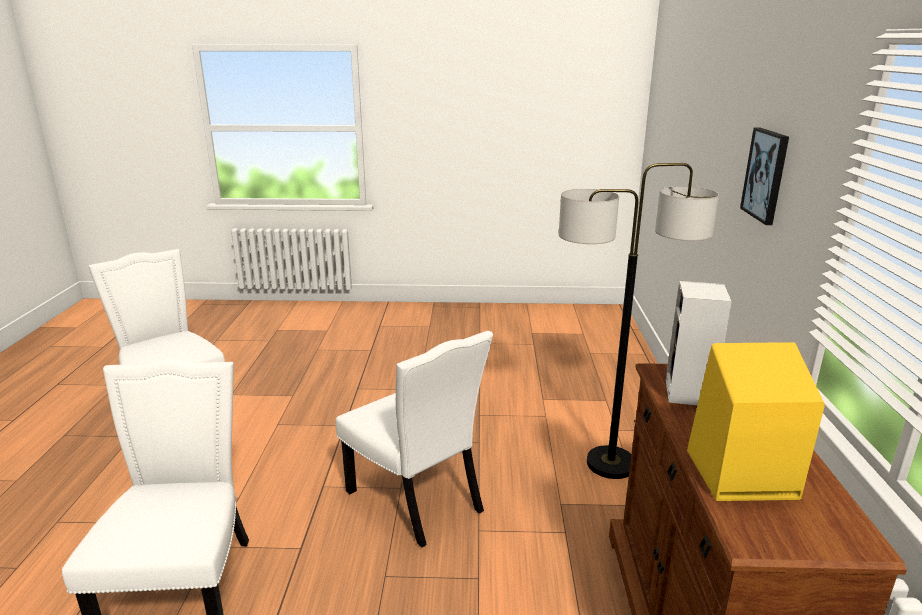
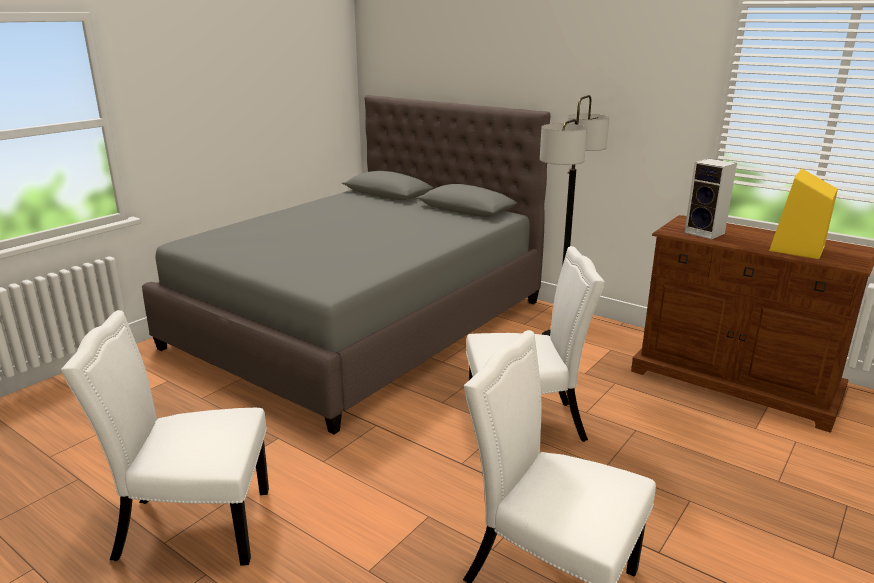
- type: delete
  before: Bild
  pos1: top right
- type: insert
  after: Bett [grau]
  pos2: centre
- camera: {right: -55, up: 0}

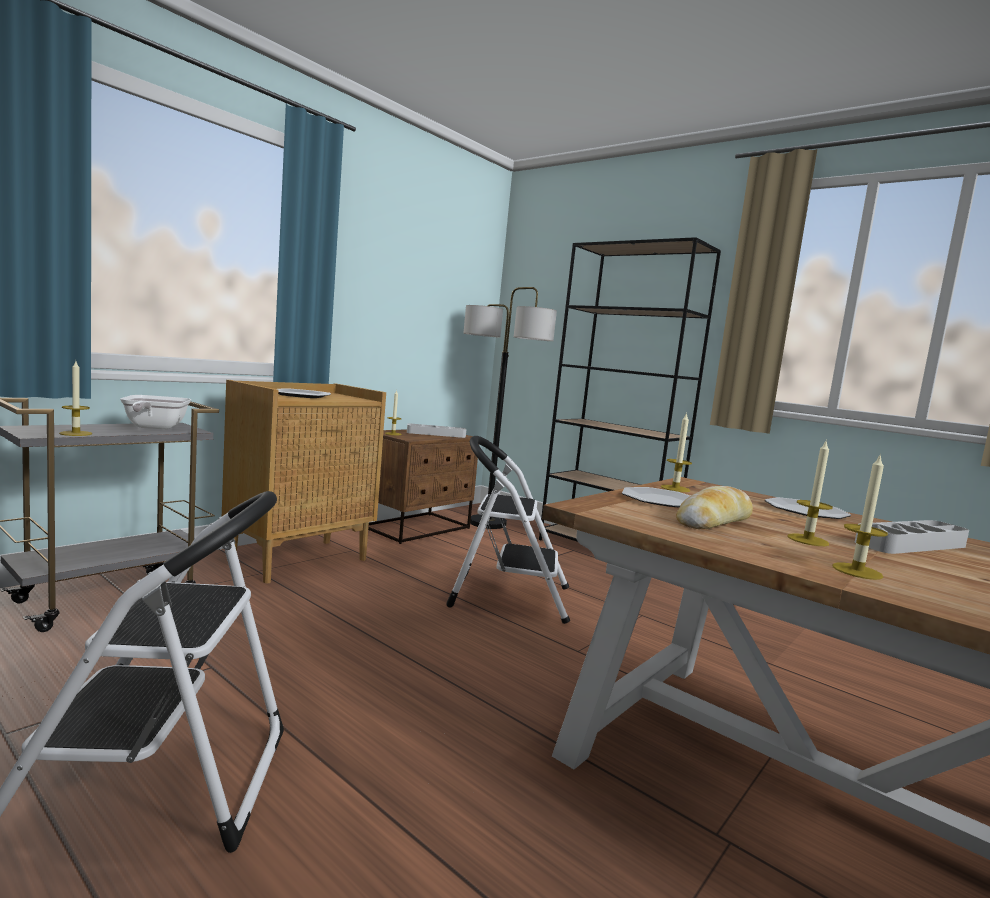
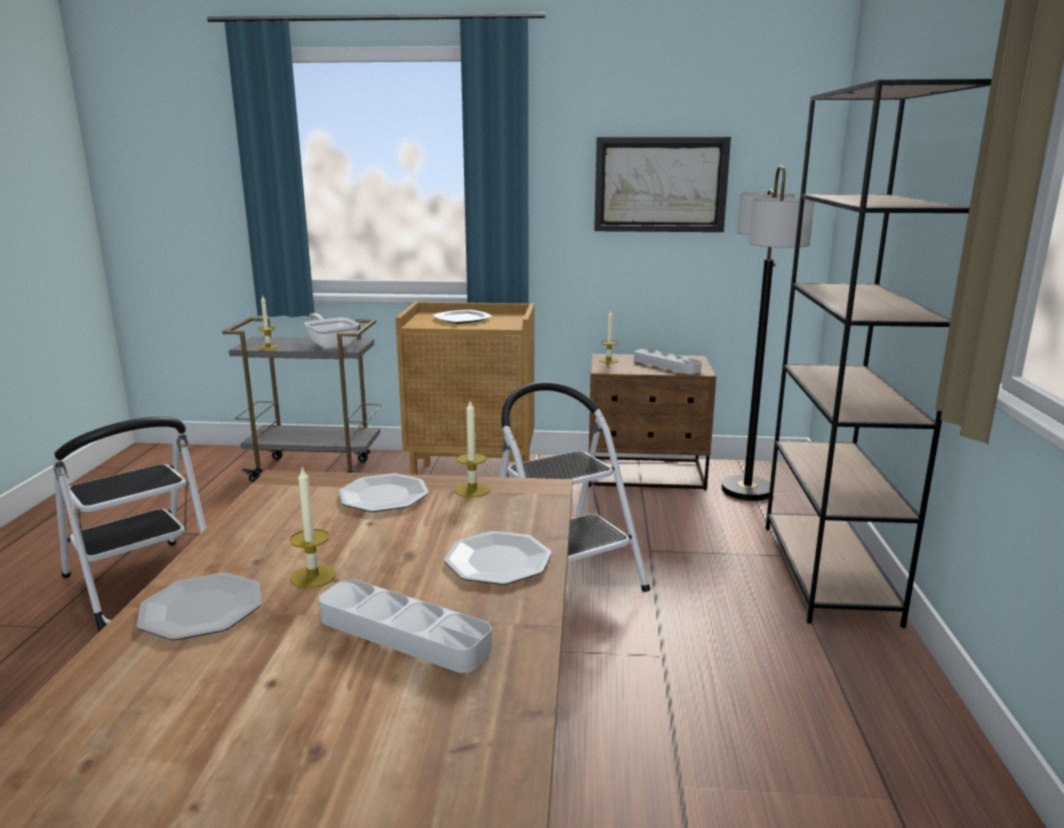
- type: delete
  before: Brot
  pos1: middle right
- type: insert
  after: Bild
  pos2: top centre
- type: replace
  before: Kerze (5th from left)
  after: Teller (1st from left)
  pos1: middle right
  pos2: bottom left
- type: rotate
  before: Pfanne
  pos1: middle left
  pos2: middle left
  turn: 105
- camera: {right: 55, up: 10}

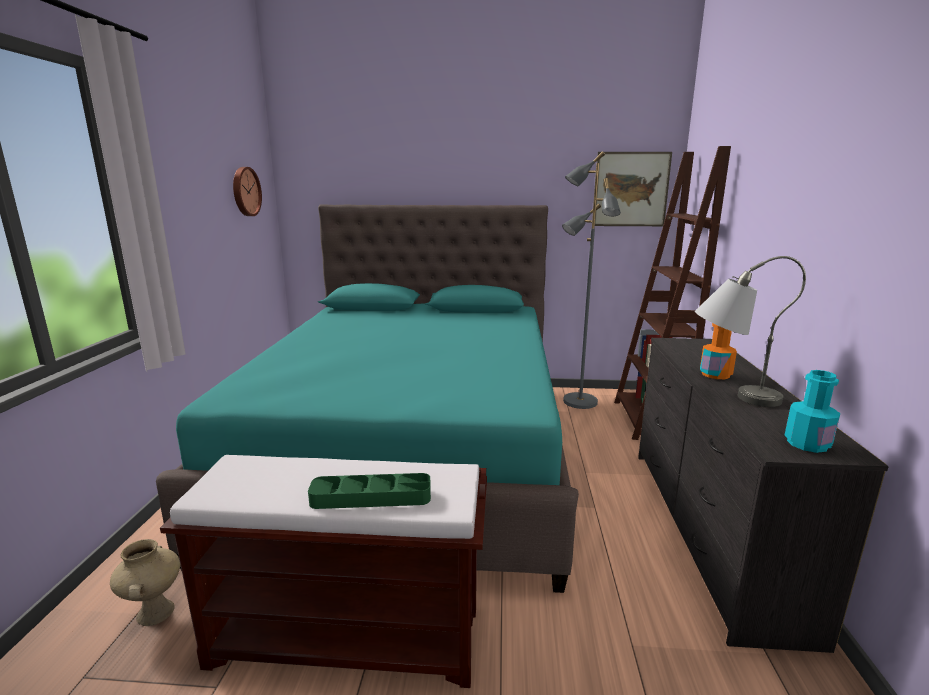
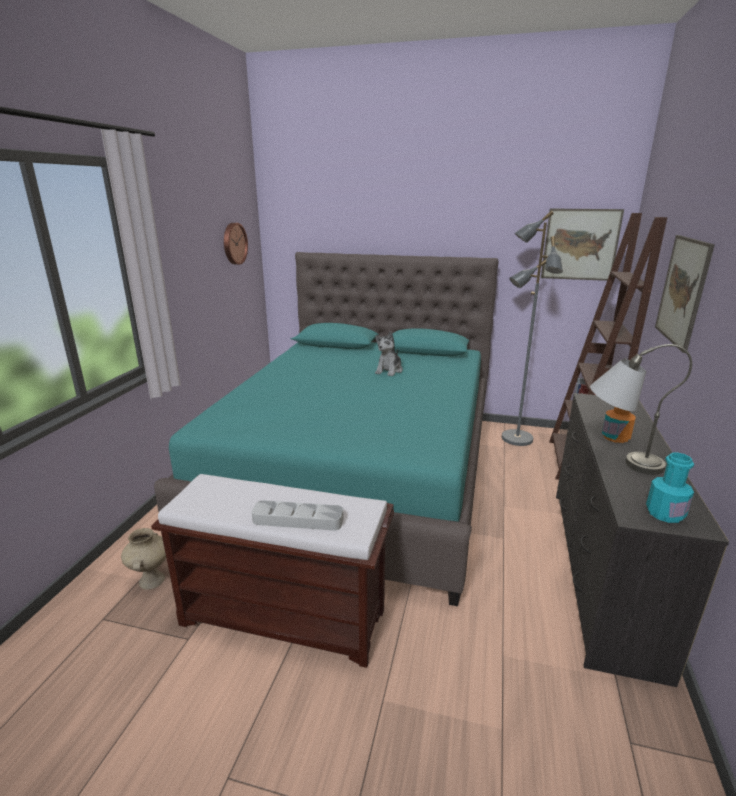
- type: insert
  after: Plüschtier
  pos2: centre
- type: insert
  after: Bild (2nd from left)
  pos2: middle right
- type: recolor
  before: Tablett [grün]
  after: Tablett [grau]
  pos1: bottom centre
  pos2: centre
- camera: {right: 10, up: 5}

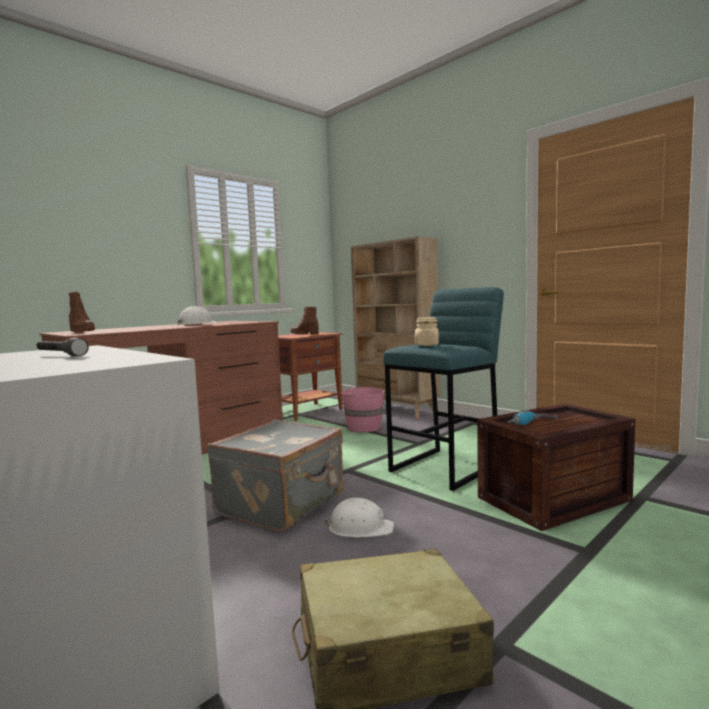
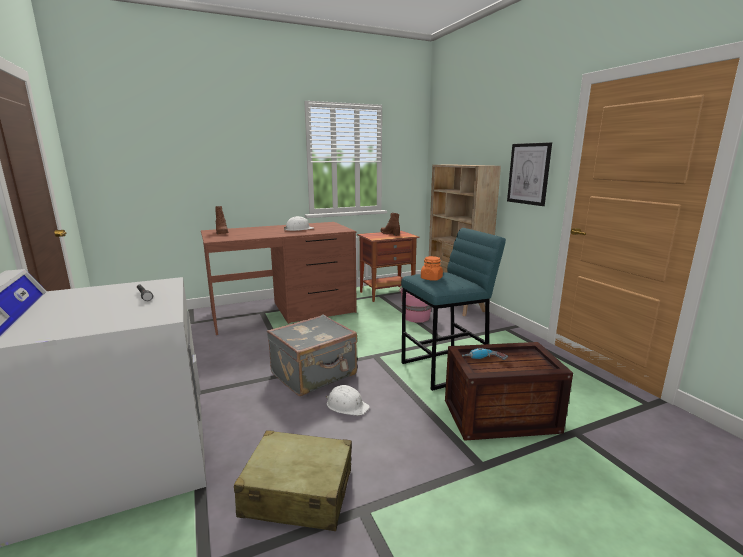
- type: insert
  after: Bild
  pos2: top right
- type: recolor
  before: Vorratsglas [beige]
  after: Vorratsglas [orange]
  pos1: centre
  pos2: centre
- camera: {right: 20, up: 10}

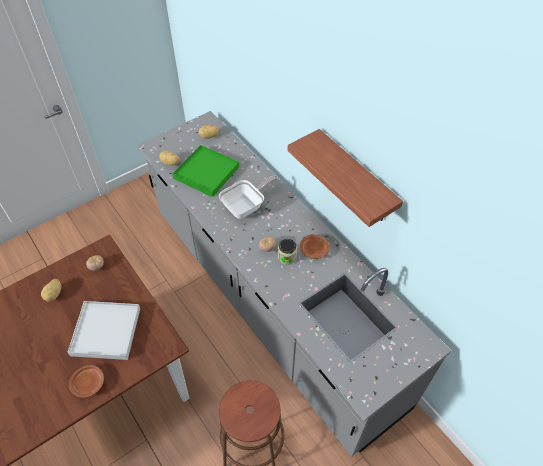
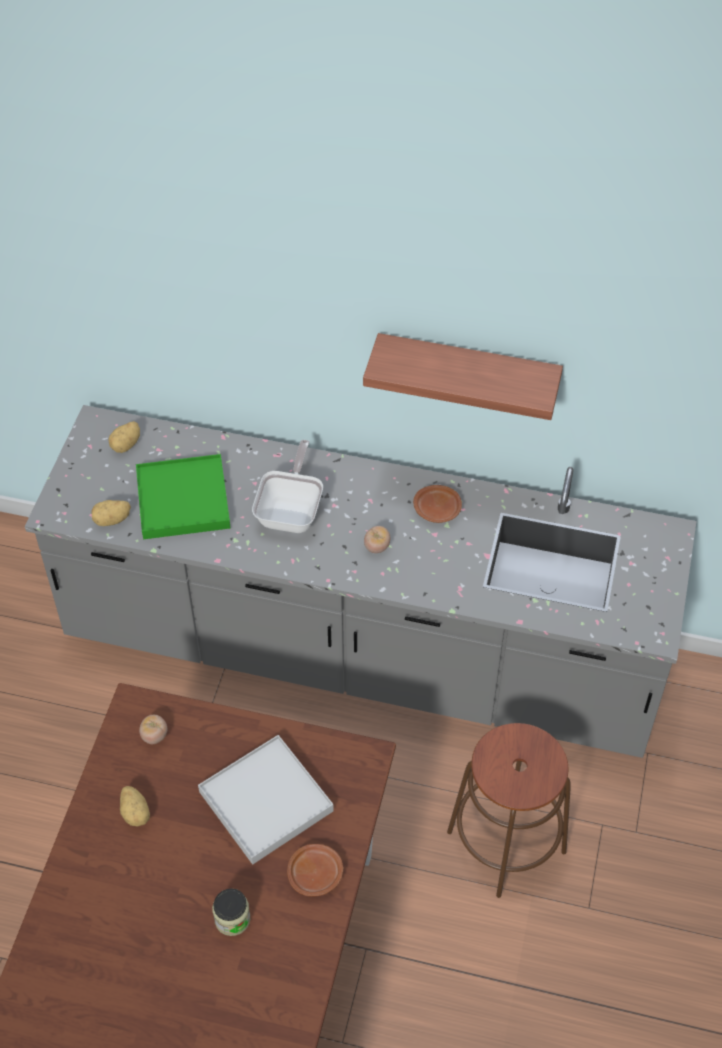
- type: move
  before: Vorratsglas
  pos1: centre
  pos2: bottom left
- camera: {right: -40, up: 0}

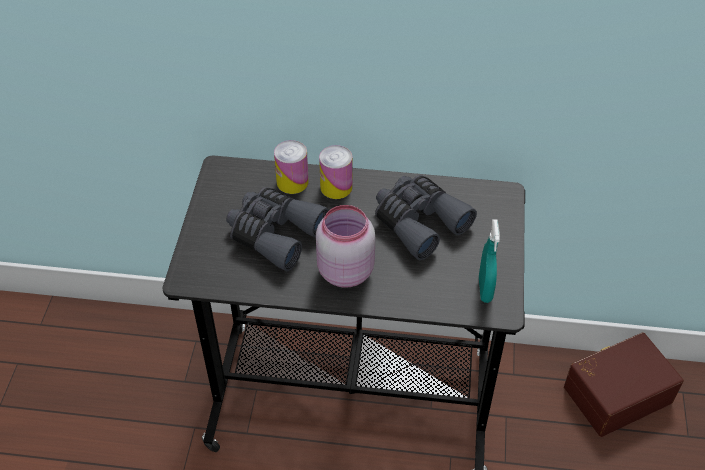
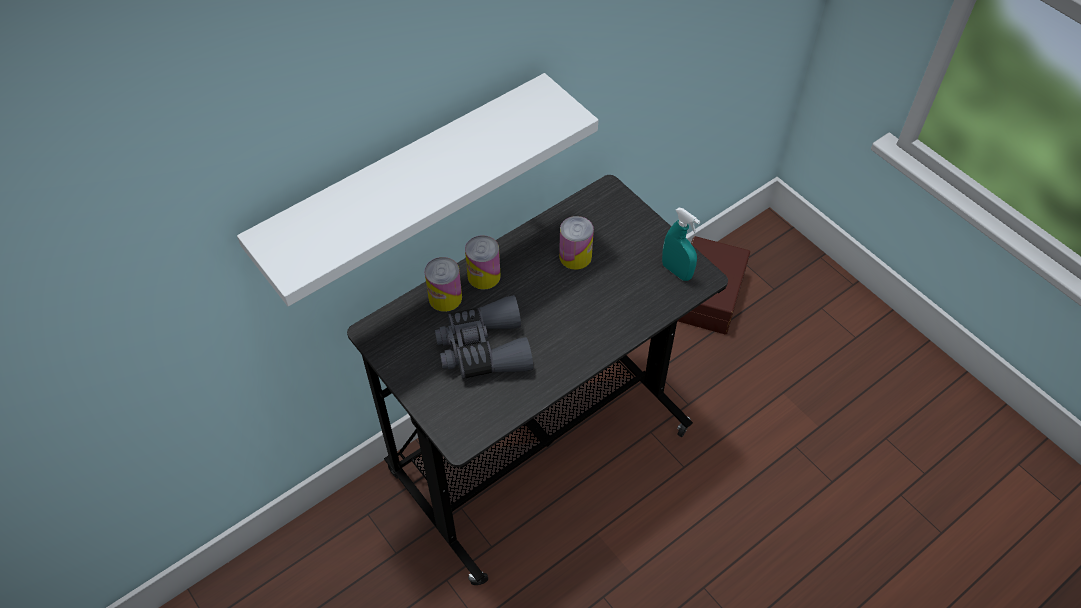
- type: delete
  before: Vorratsglas [rosa]
  pos1: centre
- type: insert
  after: Wandregal [weiß]
  pos2: top centre
- type: replace
  before: Fernglas [grau] (2nd from left)
  after: Dose (3rd from left)
  pos1: centre
  pos2: centre
- camera: {right: -45, up: 5}

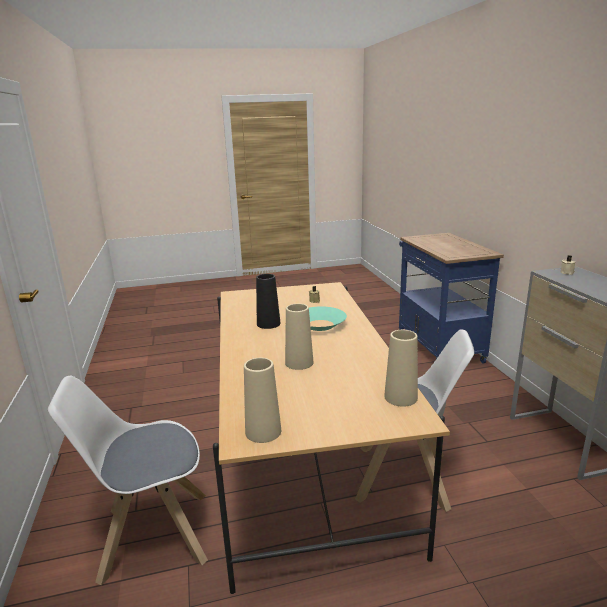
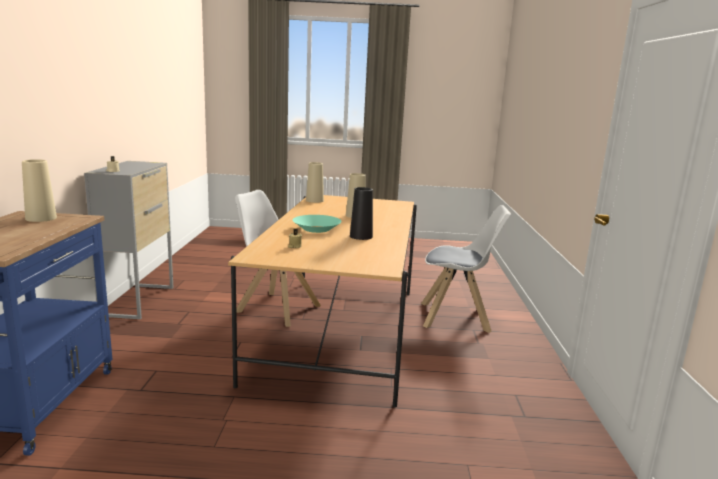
- type: move
  before: Vase [beige] (1st from left)
  pos1: centre
  pos2: middle left
- camera: {right: -165, up: -5}

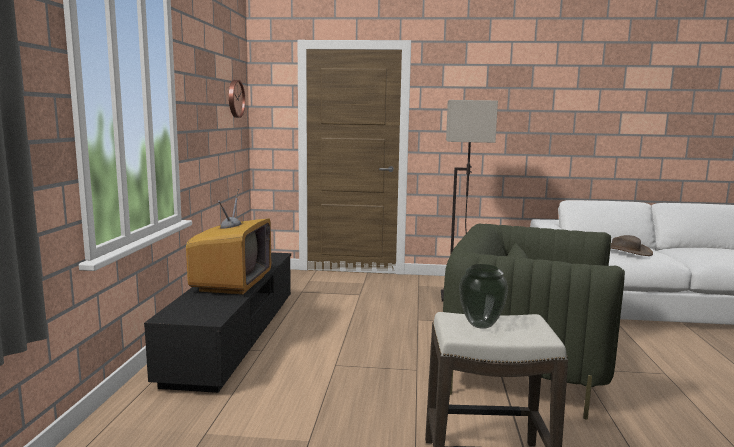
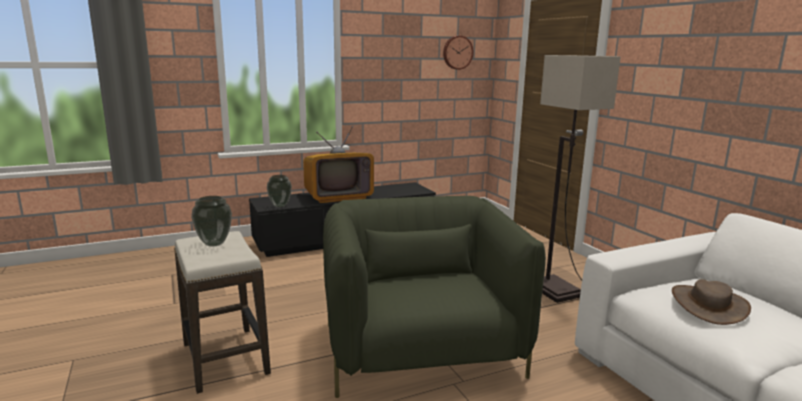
- type: insert
  after: Vase (2nd from left)
  pos2: centre
- camera: {right: 60, up: 5}

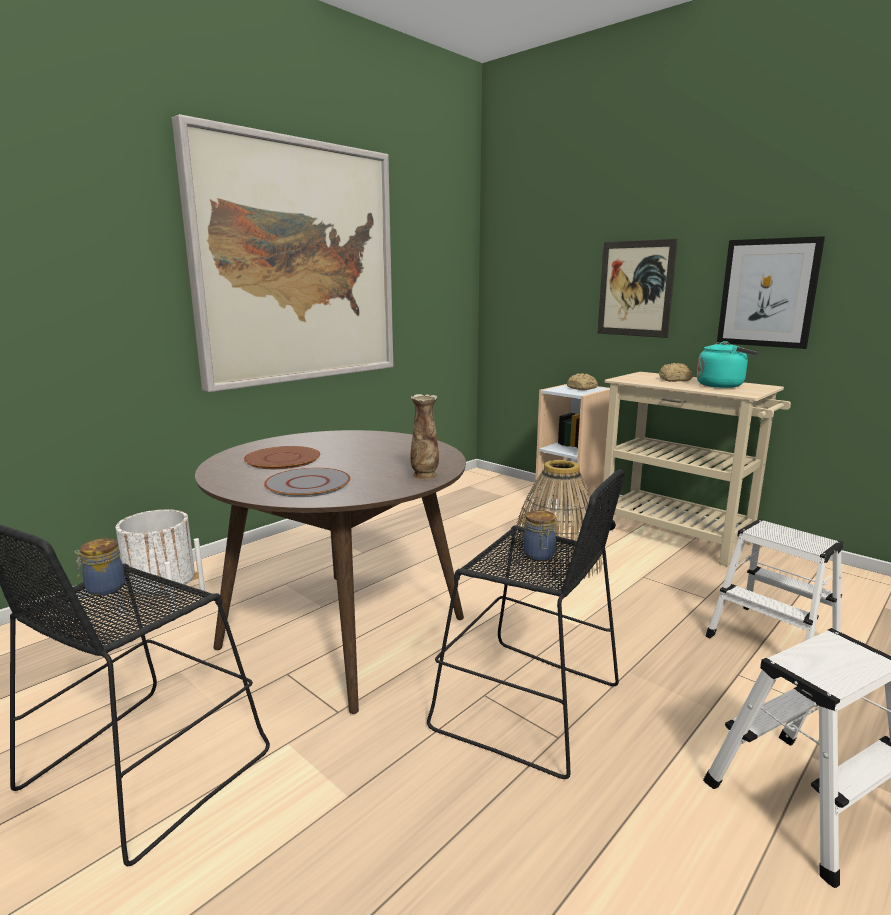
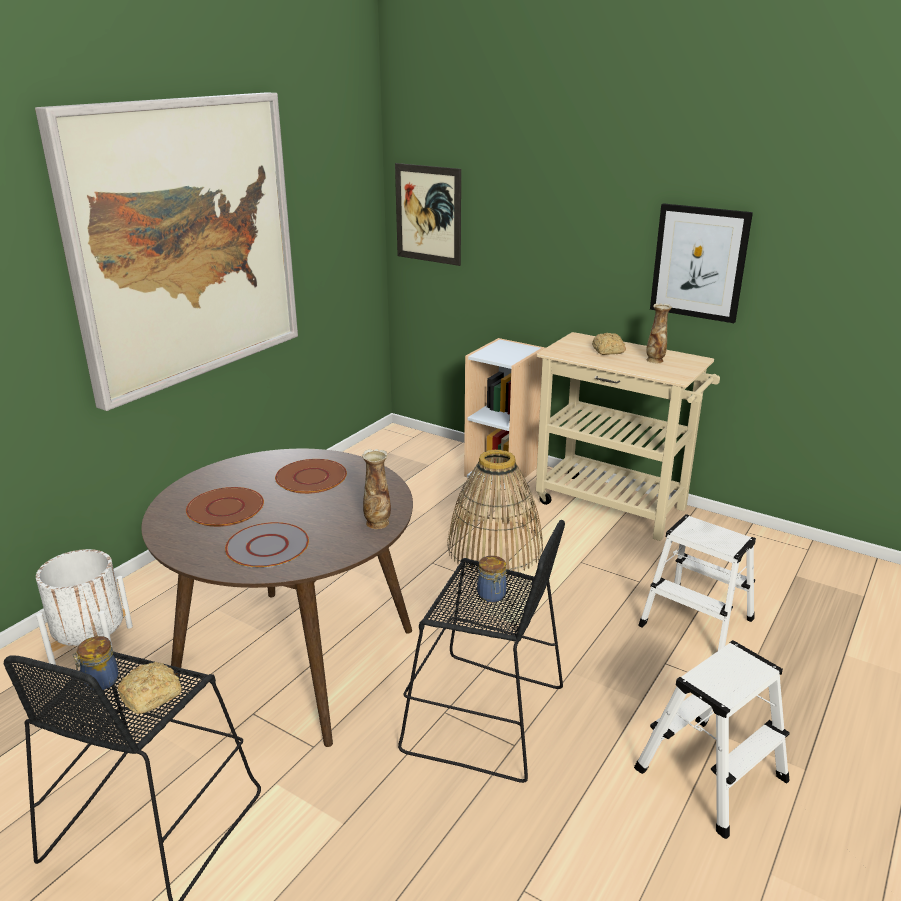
- type: insert
  after: Teller [braun] (2nd from left)
  pos2: centre
- type: move
  before: Brot (1st from left)
  pos1: centre
  pos2: bottom left
- type: move
  before: Bild (2nd from left)
  pos1: top right
  pos2: top centre
- type: replace
  before: Wasserkessel [türkis]
  after: Vase (2nd from left)
  pos1: middle right
  pos2: middle right
- camera: {right: -10, up: 10}

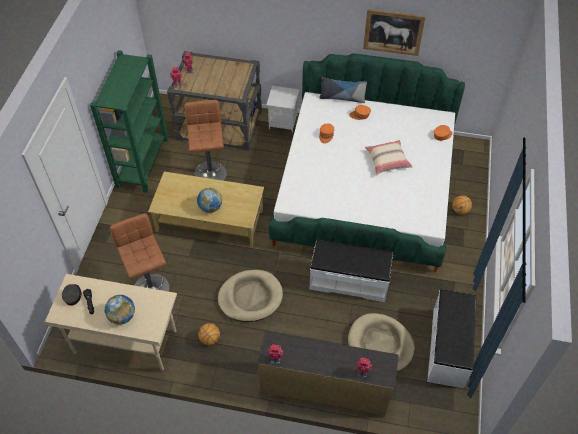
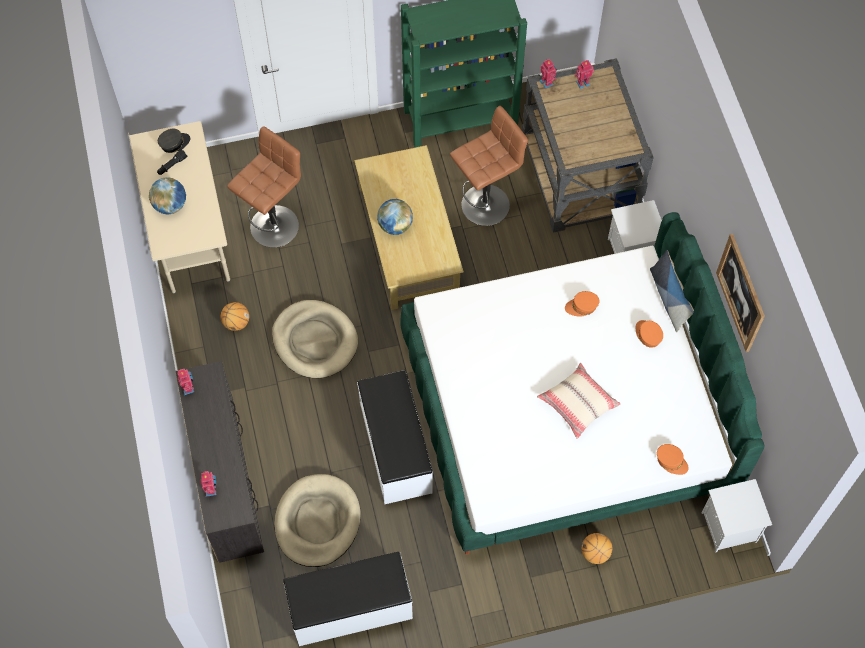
- type: insert
  after: Nachttisch [grau] (2nd from left)
  pos2: bottom right
- camera: {right: 65, up: 10}

